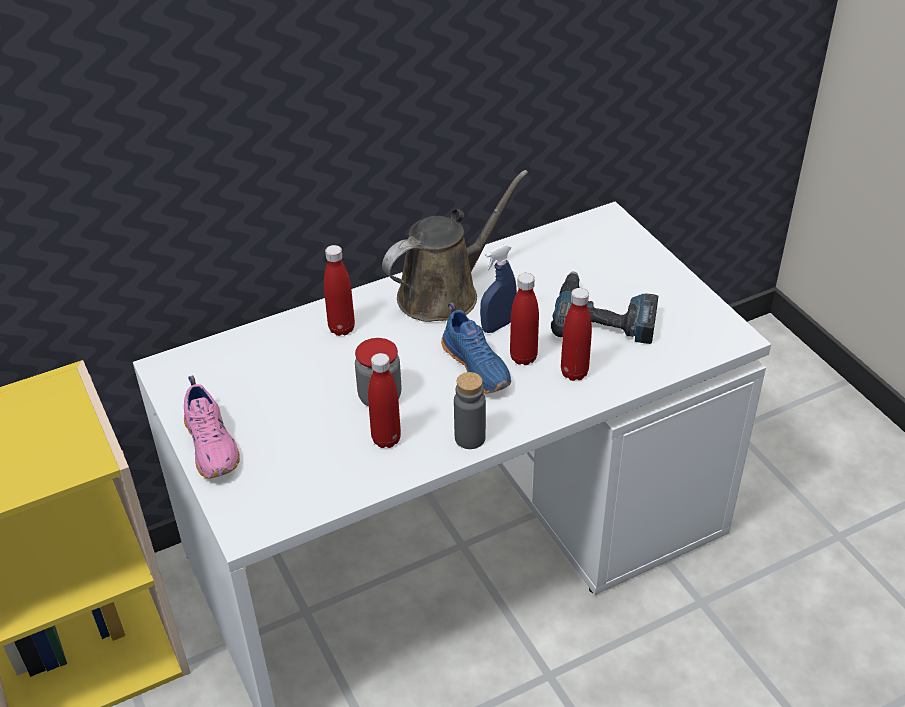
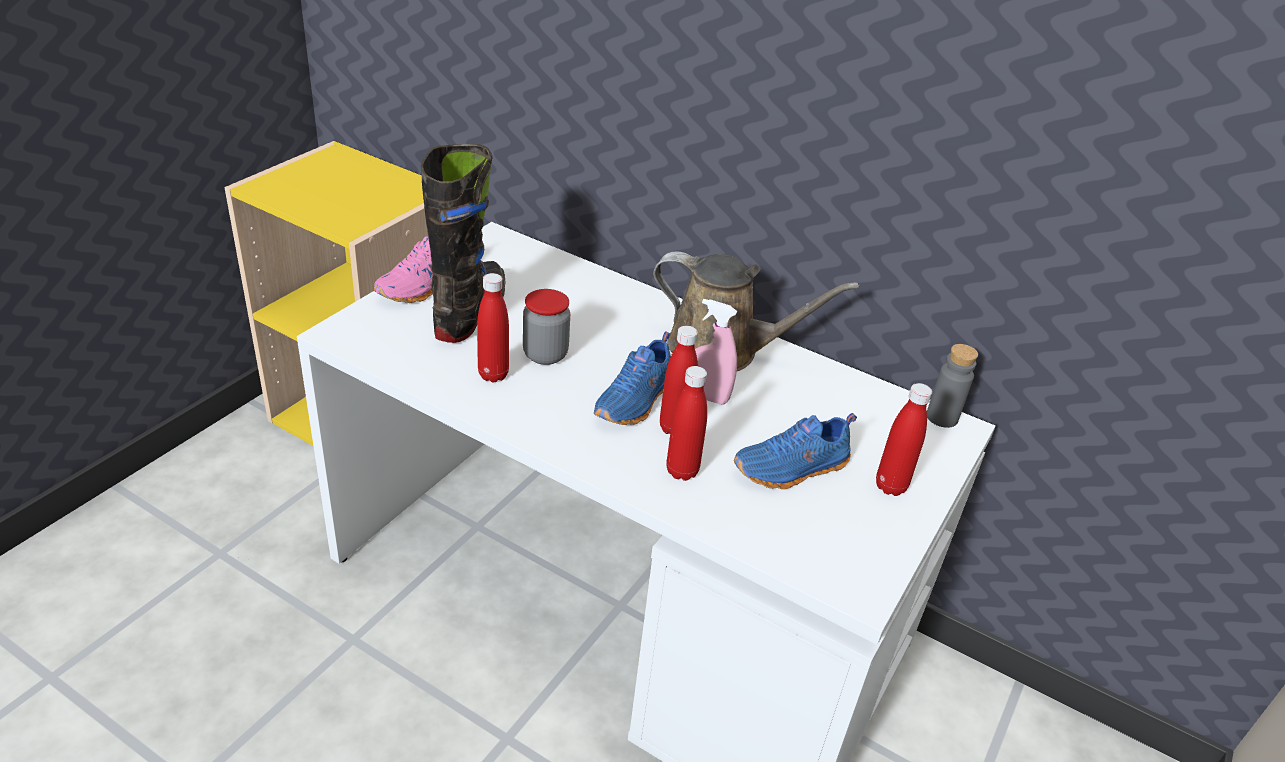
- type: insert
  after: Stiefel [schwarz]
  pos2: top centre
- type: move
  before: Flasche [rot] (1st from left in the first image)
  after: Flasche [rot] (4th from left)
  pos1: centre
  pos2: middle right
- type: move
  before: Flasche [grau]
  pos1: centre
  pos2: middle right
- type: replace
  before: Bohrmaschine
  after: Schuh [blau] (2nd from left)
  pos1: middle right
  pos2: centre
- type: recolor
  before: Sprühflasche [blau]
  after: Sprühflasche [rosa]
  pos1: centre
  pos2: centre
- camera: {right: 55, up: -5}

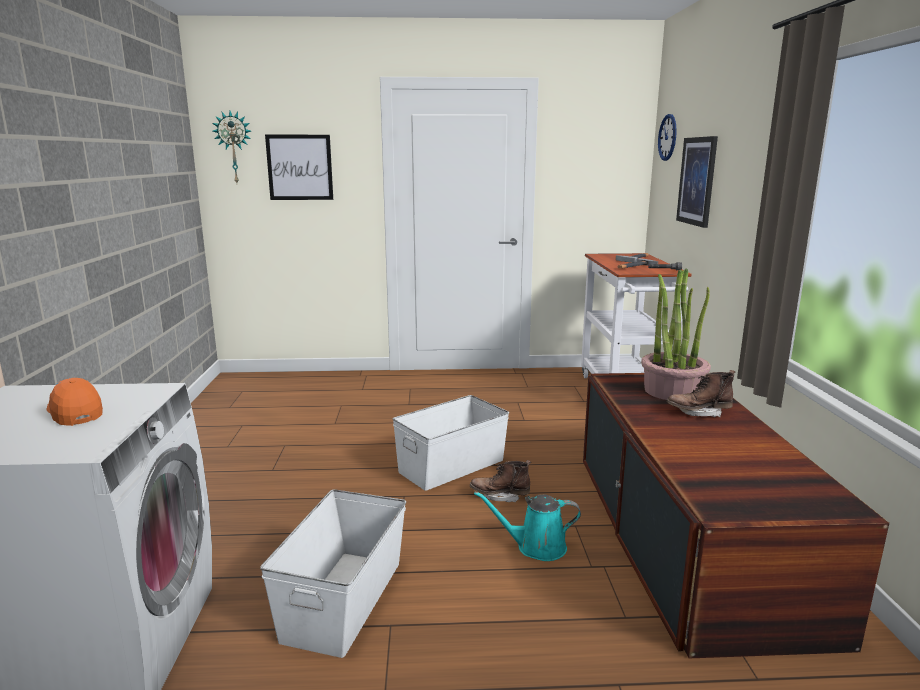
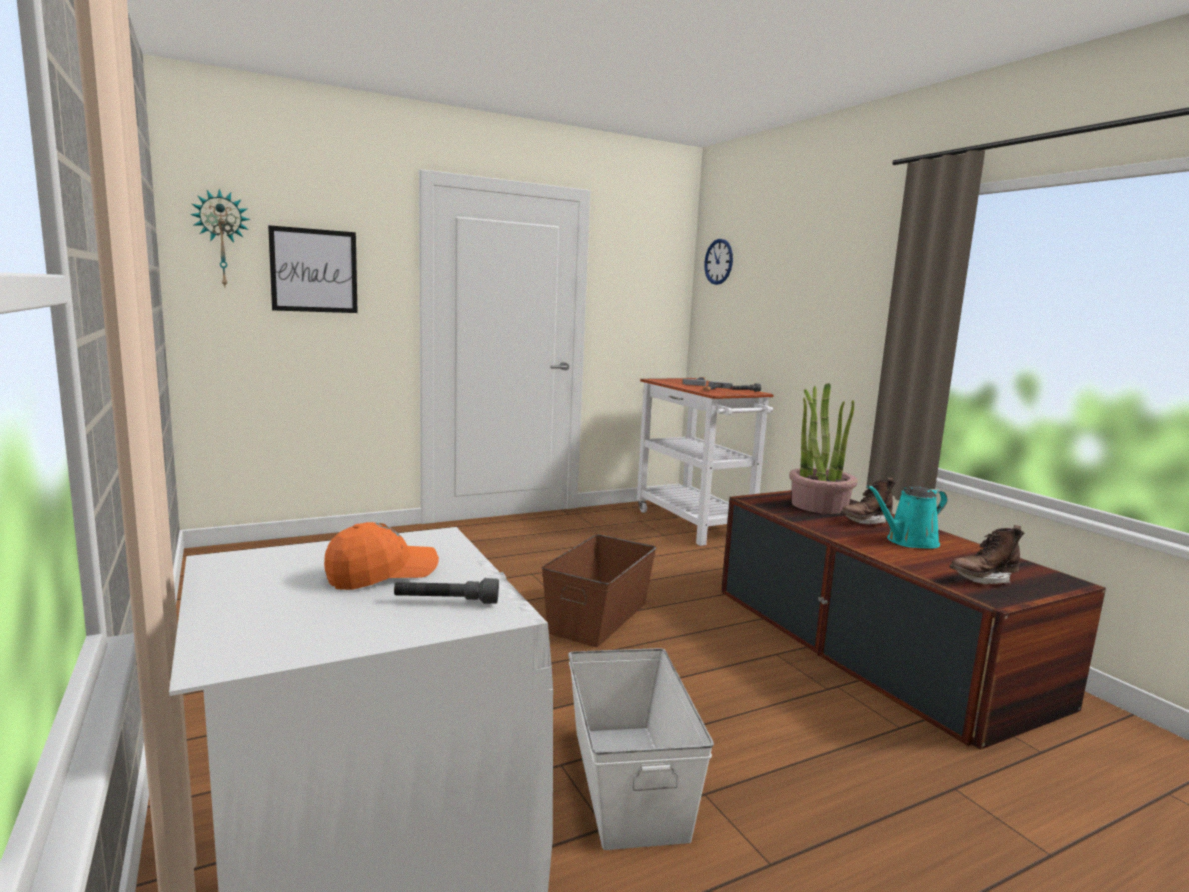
- type: delete
  before: Bild (2nd from left)
  pos1: top right
- type: insert
  after: Taschenlampe [grau] (1st from left)
  pos2: centre
- type: move
  before: Stiefel [braun] (1st from left in the first image)
  after: Stiefel [braun] (2nd from left)
  pos1: bottom centre
  pos2: middle right
- type: move
  before: Gießkanne [türkis]
  pos1: bottom centre
  pos2: middle right
- type: recolor
  before: Aufbewahrungsbox [weiß] (2nd from left)
  after: Aufbewahrungsbox [braun]
  pos1: centre
  pos2: centre
- type: rotate
  before: Kappe [orange]
  pos1: middle left
  pos2: middle left
  turn: 120
- camera: {right: -25, up: -5}

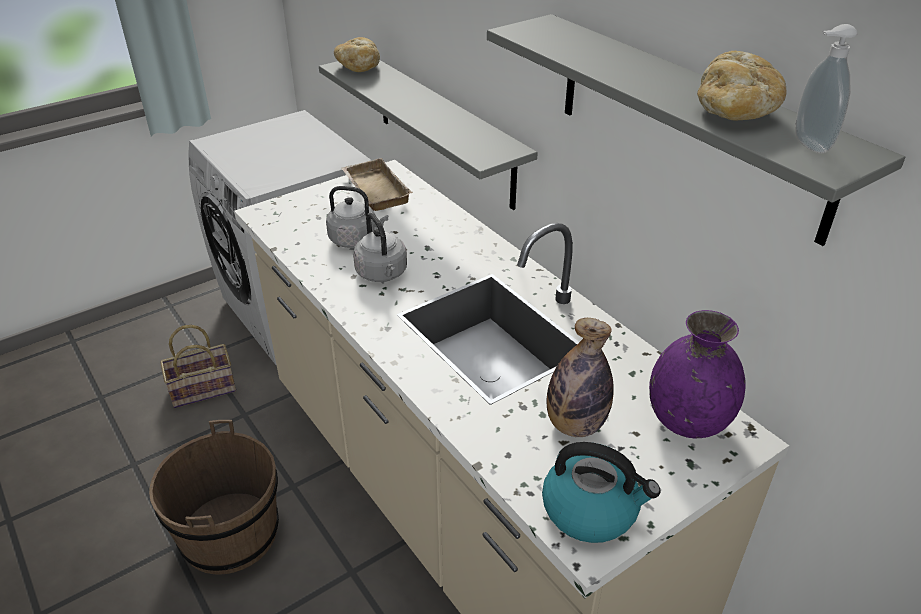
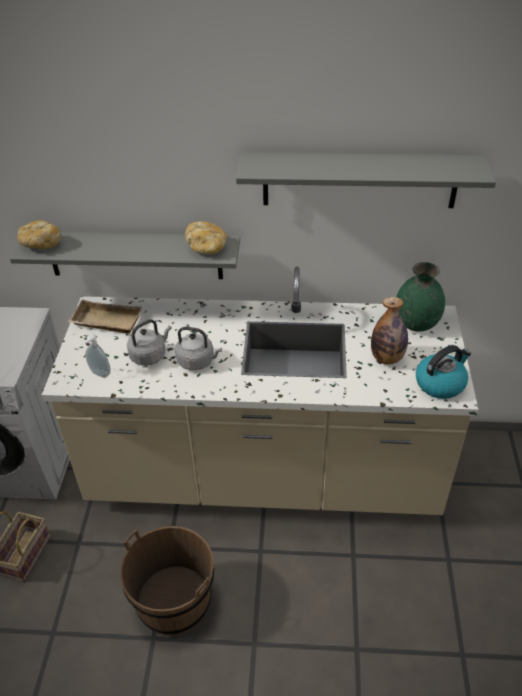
- type: move
  before: Brot (2nd from left)
  pos1: top right
  pos2: centre
- type: move
  before: Seifenspender
  pos1: top right
  pos2: middle left
- type: recolor
  before: Vase [lila]
  after: Vase [grün]
  pos1: middle right
  pos2: middle right
- camera: {right: -50, up: 5}

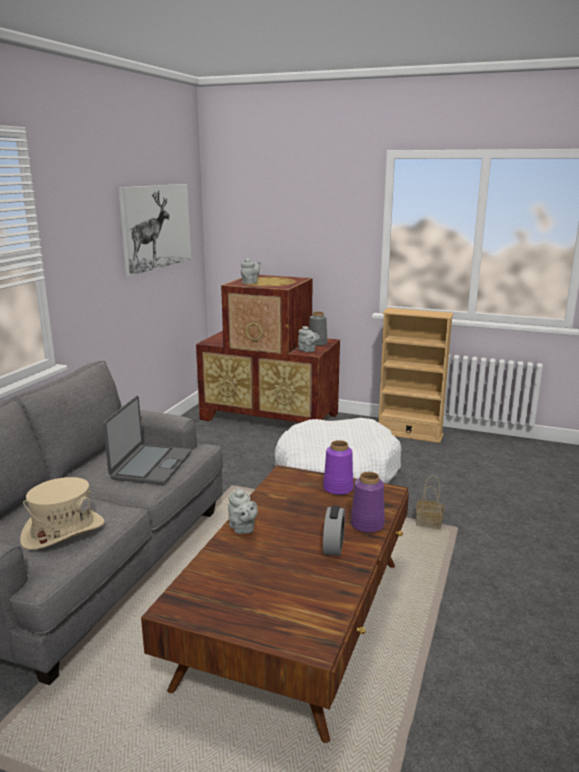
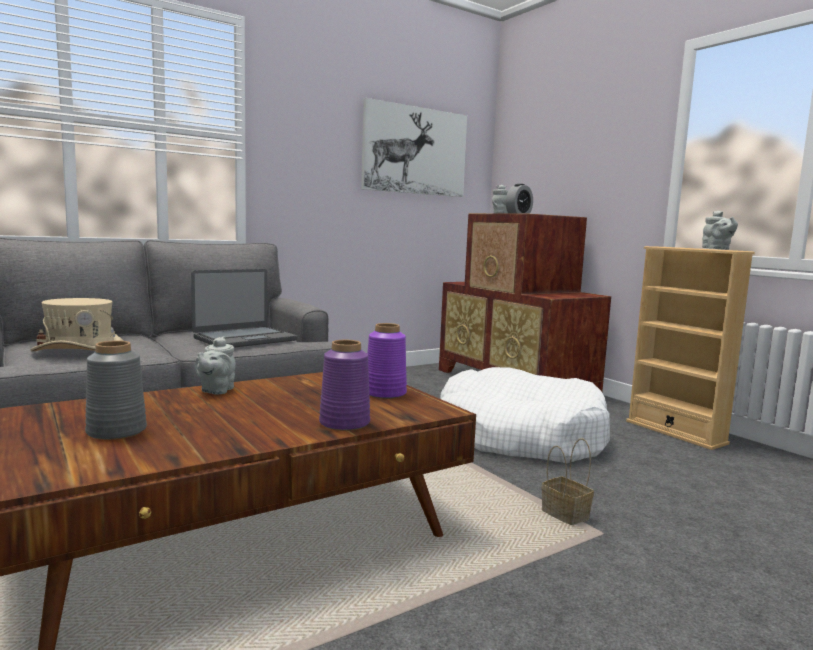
- type: move
  before: Teekanne [grau] (3rd from left)
  pos1: centre
  pos2: middle right
- type: move
  before: Vase [grau]
  pos1: centre
  pos2: middle left
- type: move
  before: Wecker
  pos1: bottom centre
  pos2: top centre
- camera: {right: 35, up: -10}

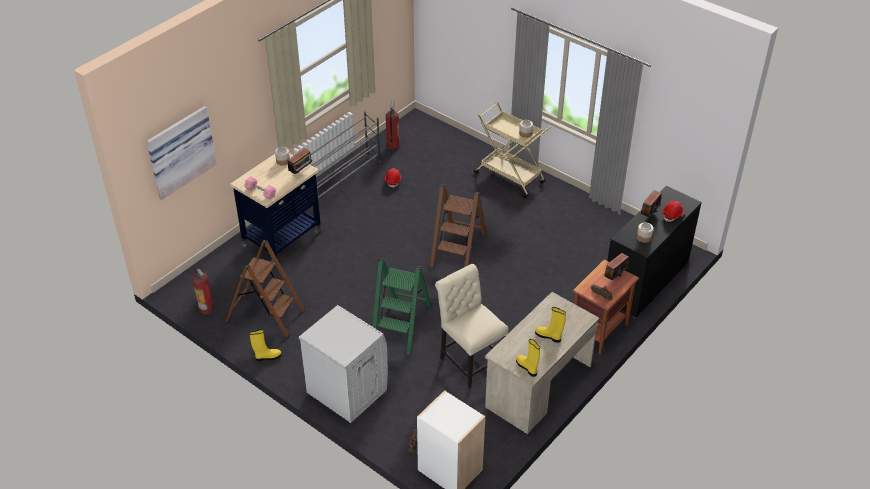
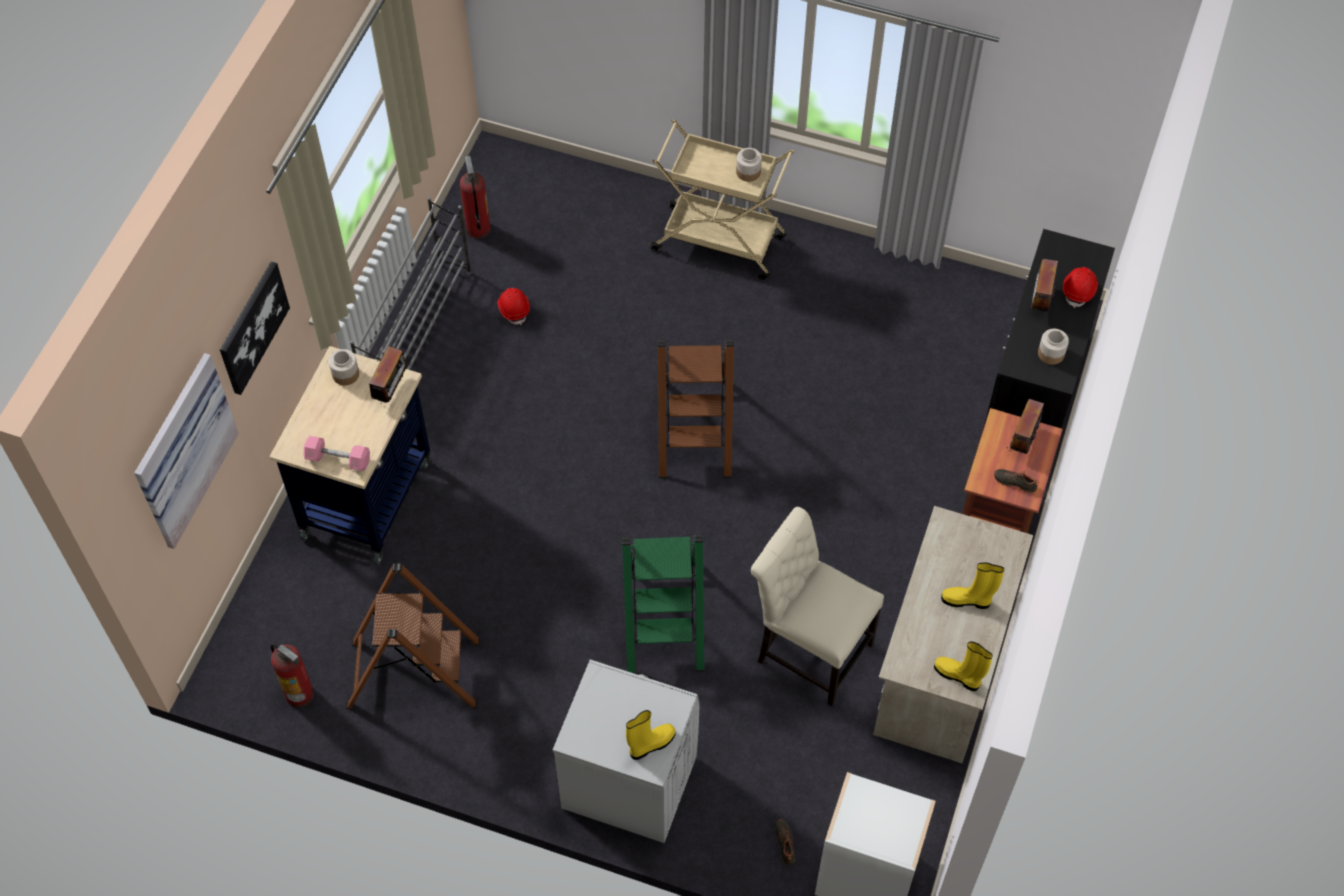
- type: insert
  after: Bild (2nd from left)
  pos2: middle left
- type: move
  before: Stiefel [gelb] (1st from left)
  pos1: bottom left
  pos2: bottom centre
- camera: {right: -20, up: 15}

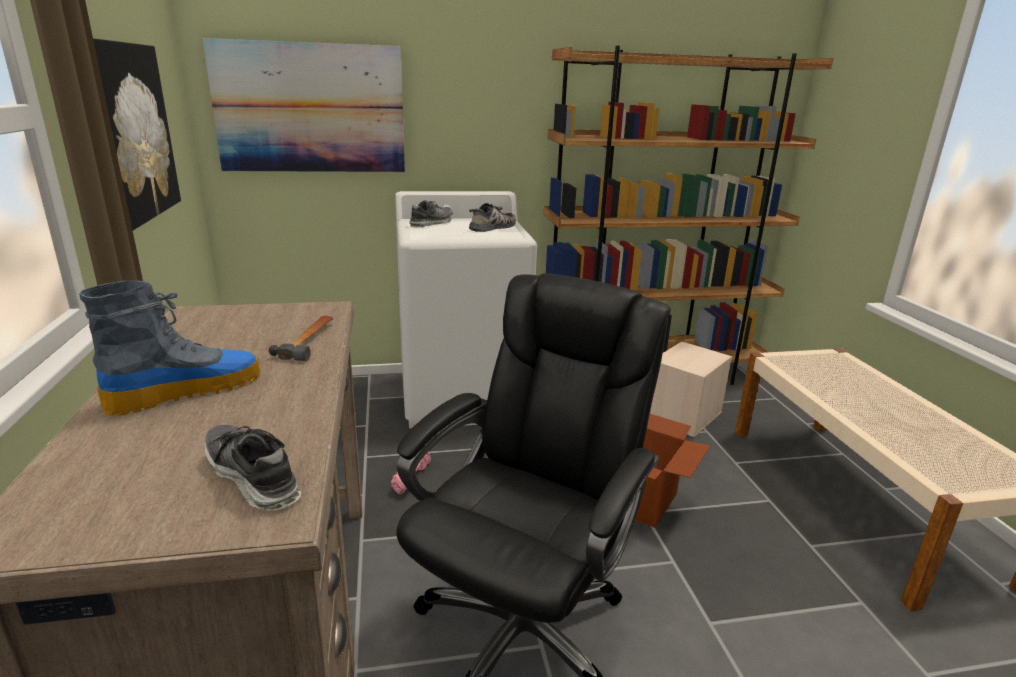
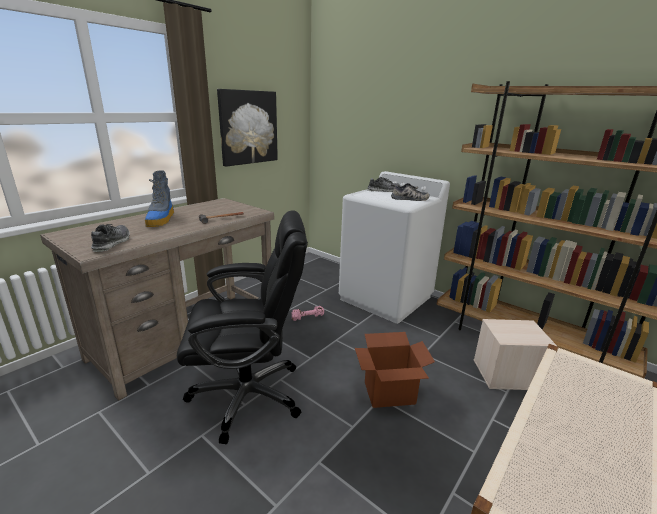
- type: delete
  before: Bild (2nd from left)
  pos1: top left
- type: rotate
  before: Stiefel
  pos1: middle left
  pos2: middle left
  turn: 75
- camera: {right: 50, up: 0}

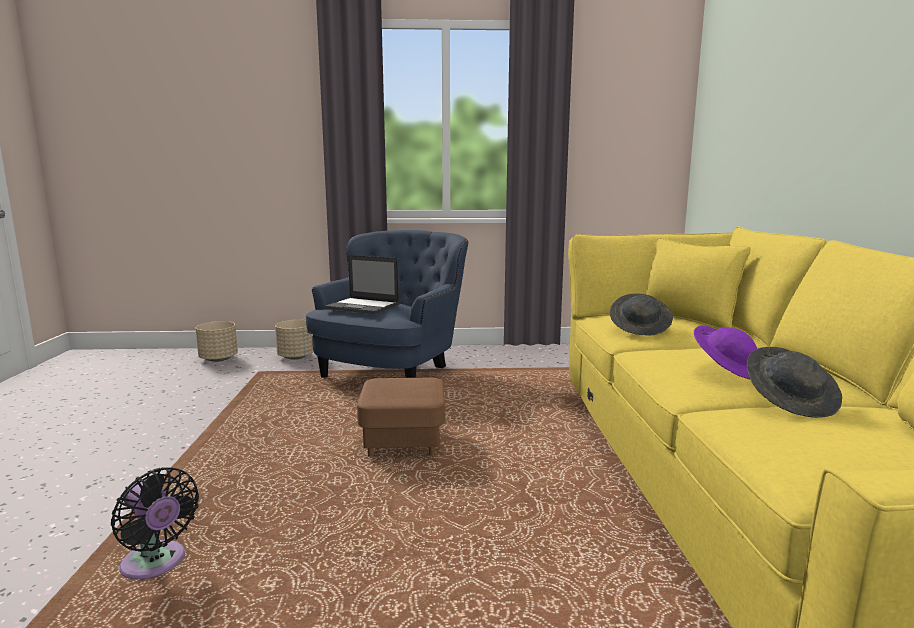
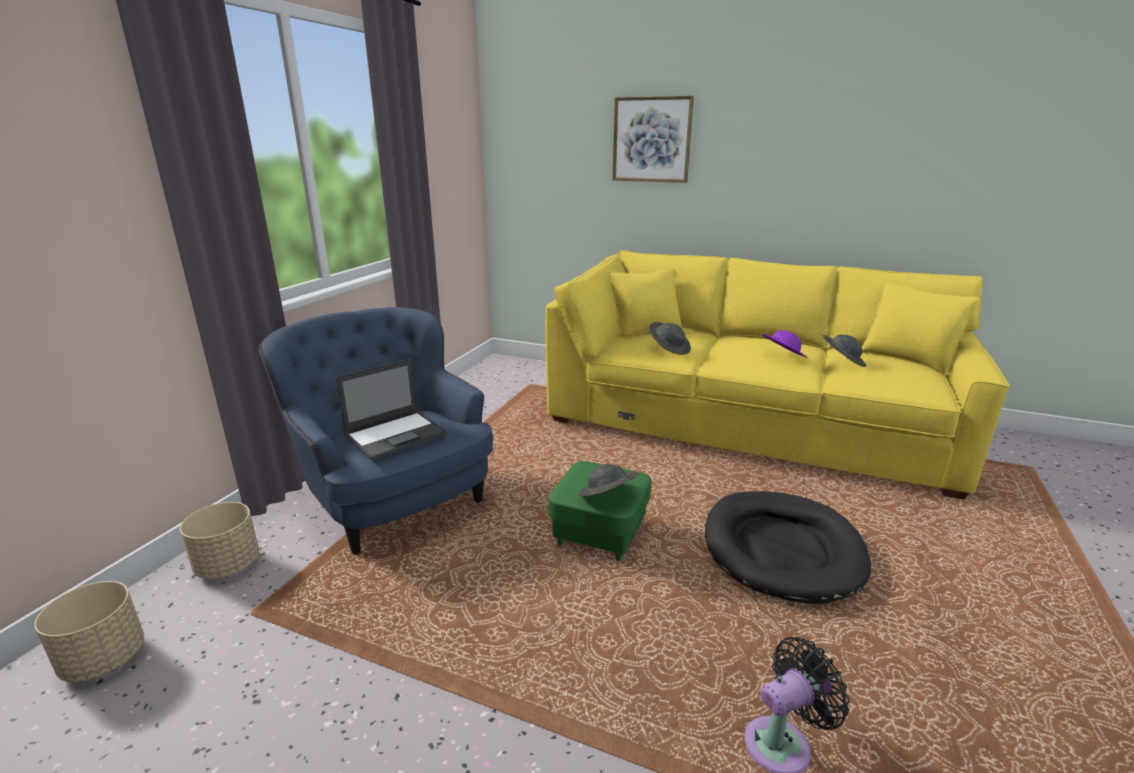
- type: insert
  after: Hut [grau] (1st from left)
  pos2: centre
- type: insert
  after: Bild
  pos2: top centre
- type: insert
  after: Hundebett [schwarz]
  pos2: bottom right
- type: recolor
  before: Polsterhocker [braun]
  after: Polsterhocker [grün]
  pos1: centre
  pos2: centre
- camera: {right: -65, up: 10}

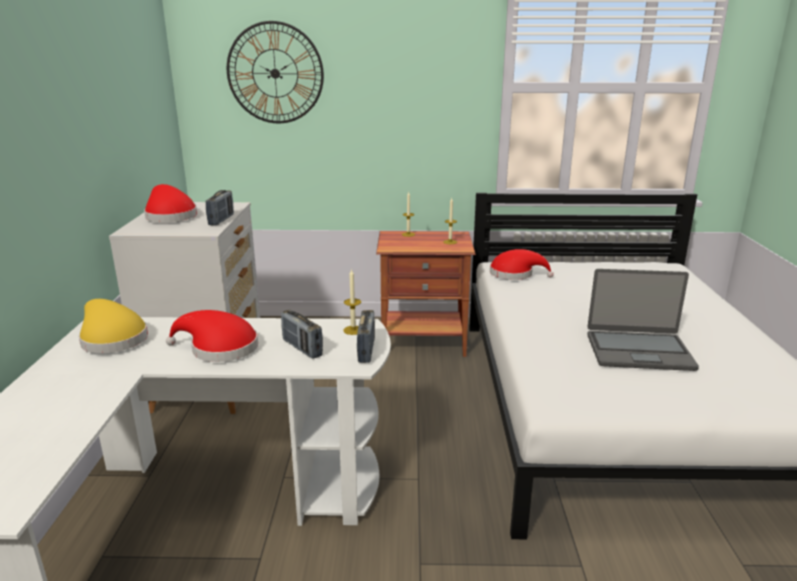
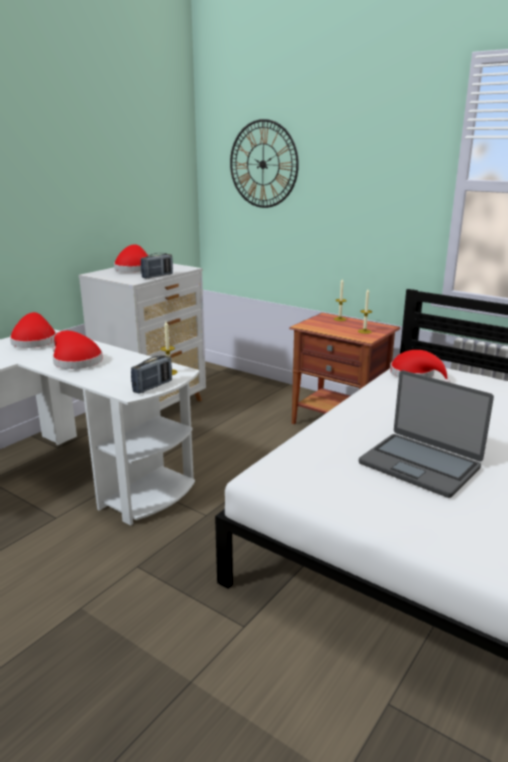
- type: delete
  before: Radio (2nd from left)
  pos1: centre
- type: recolor
  before: Hut [gelb]
  after: Hut [rot] (1st from left)
  pos1: middle left
  pos2: middle left
- camera: {right: 35, up: 0}

